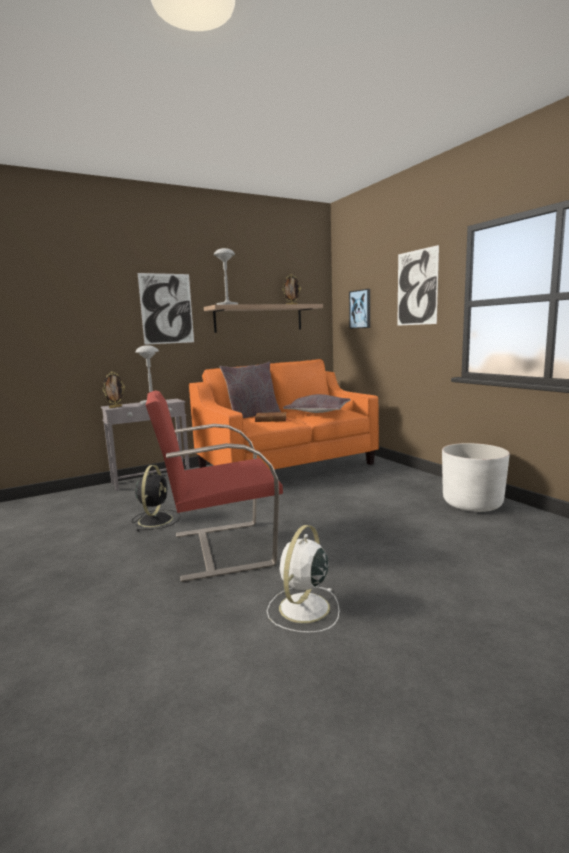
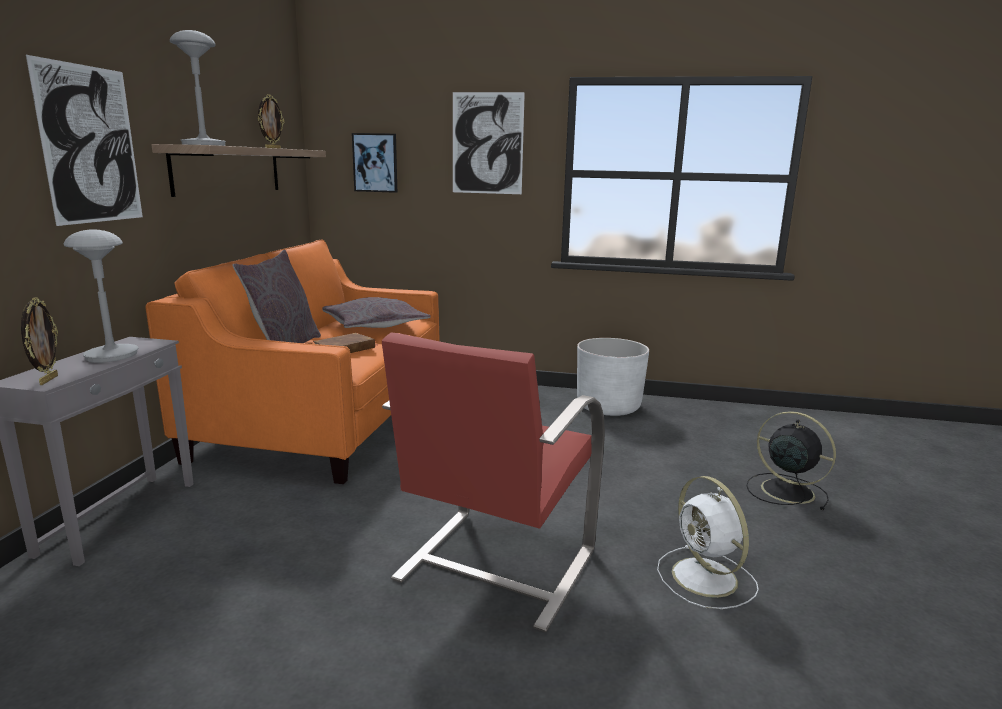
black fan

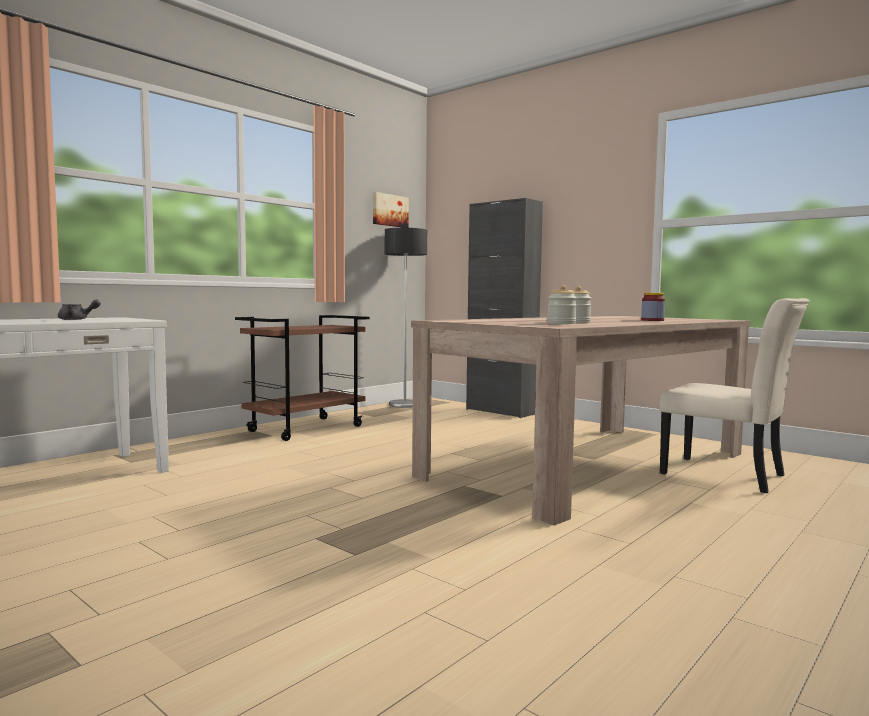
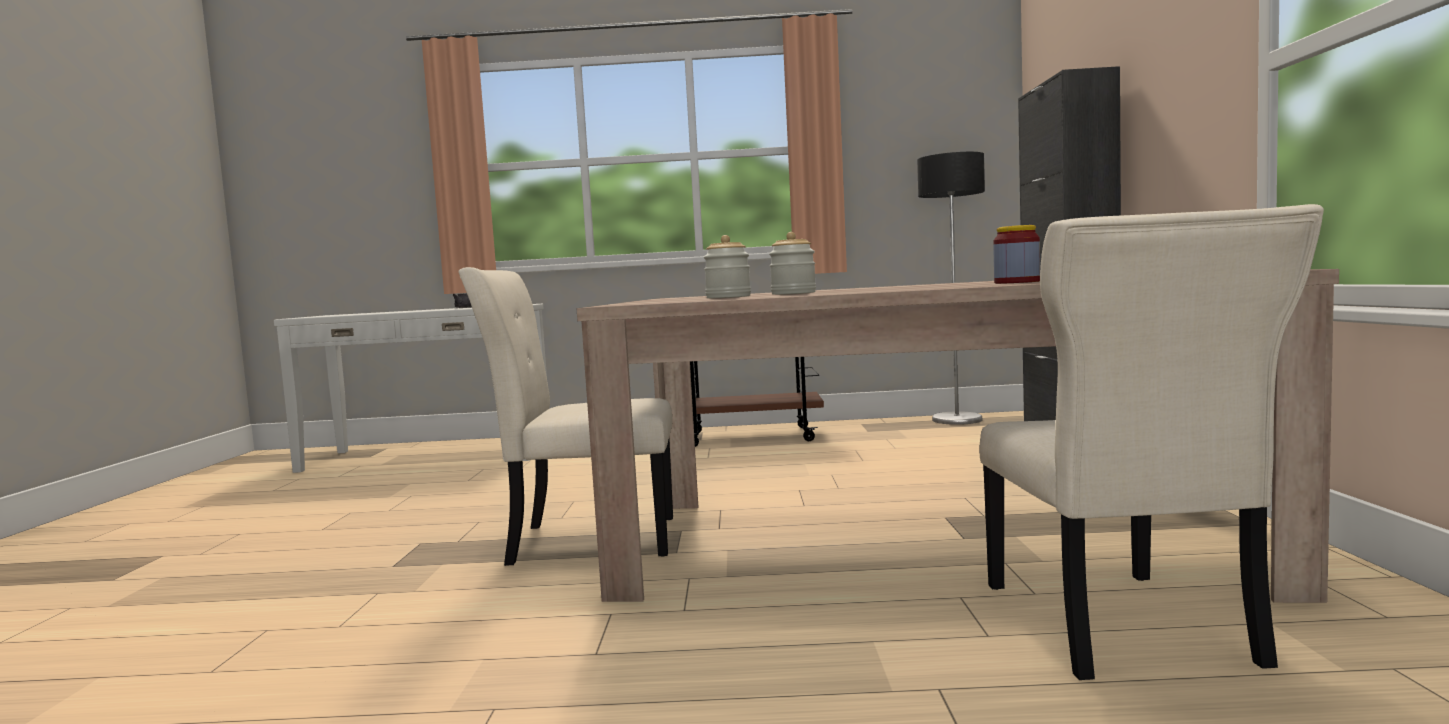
picture
beige chair (1st from left)

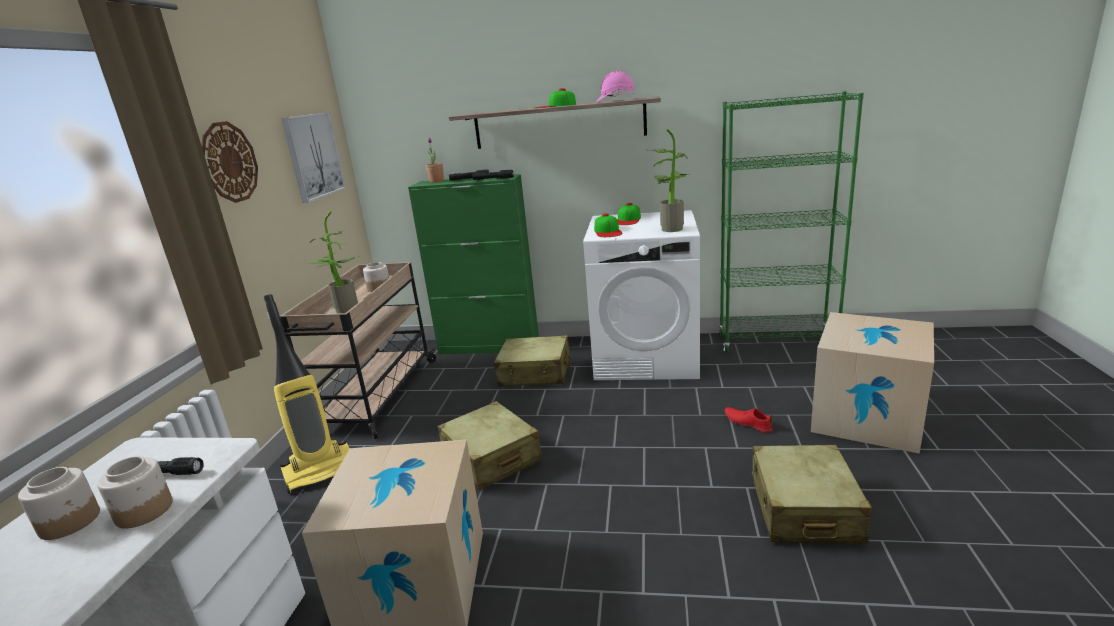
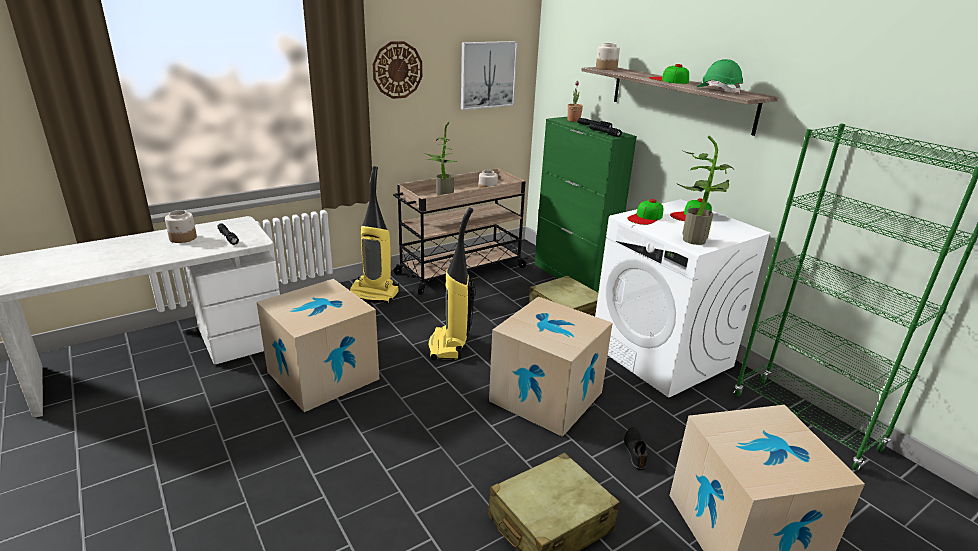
cardboard box (2nd from left)
jar (3rd from left)
vacuum cleaner (2nd from left)
green hard hat
black shoe

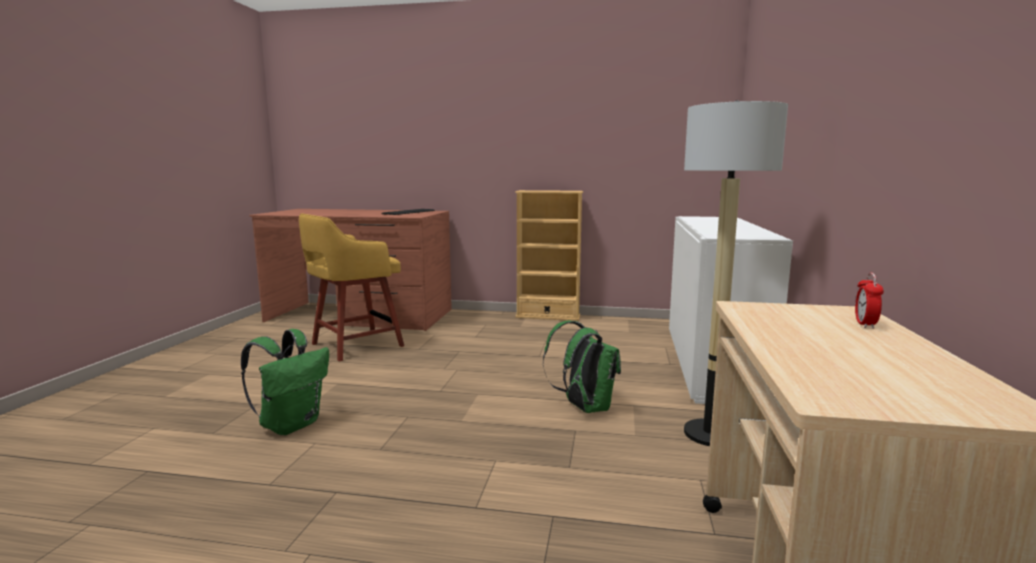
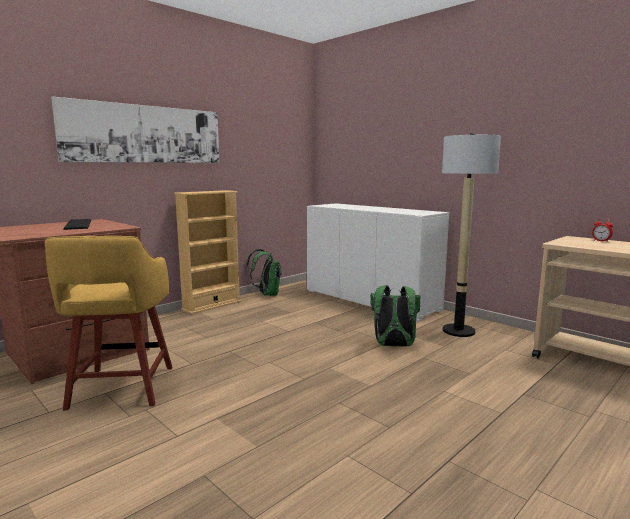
picture
green backpack (1st from left)

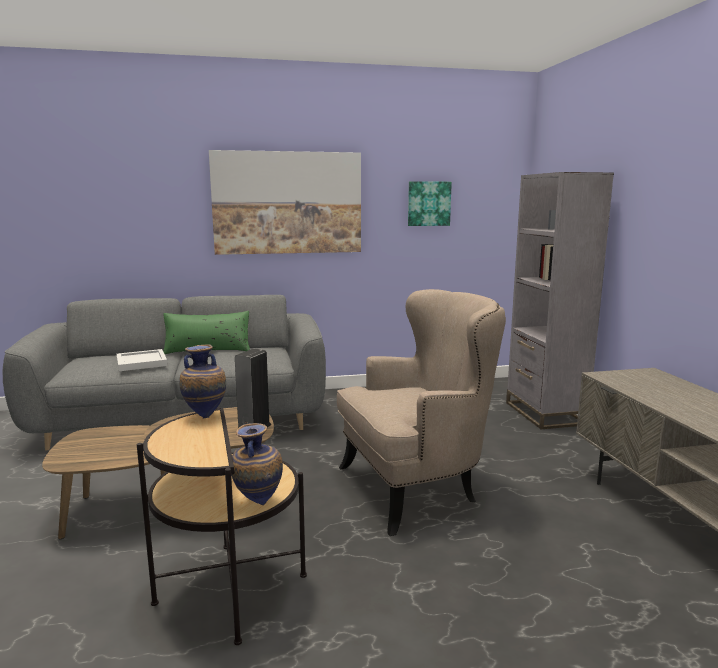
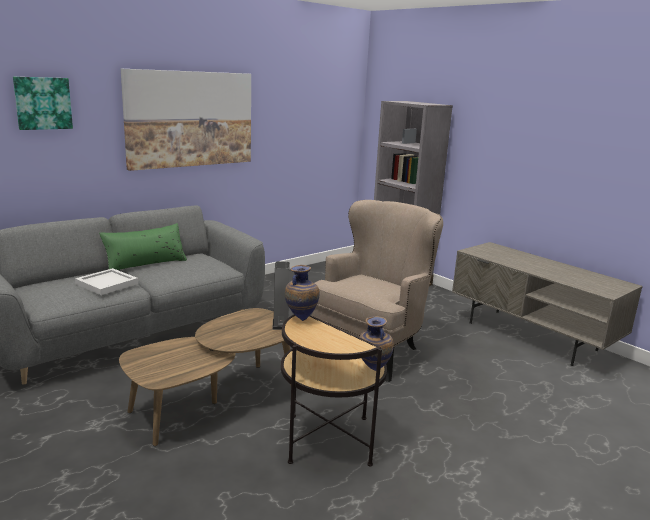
picture (1st from left)

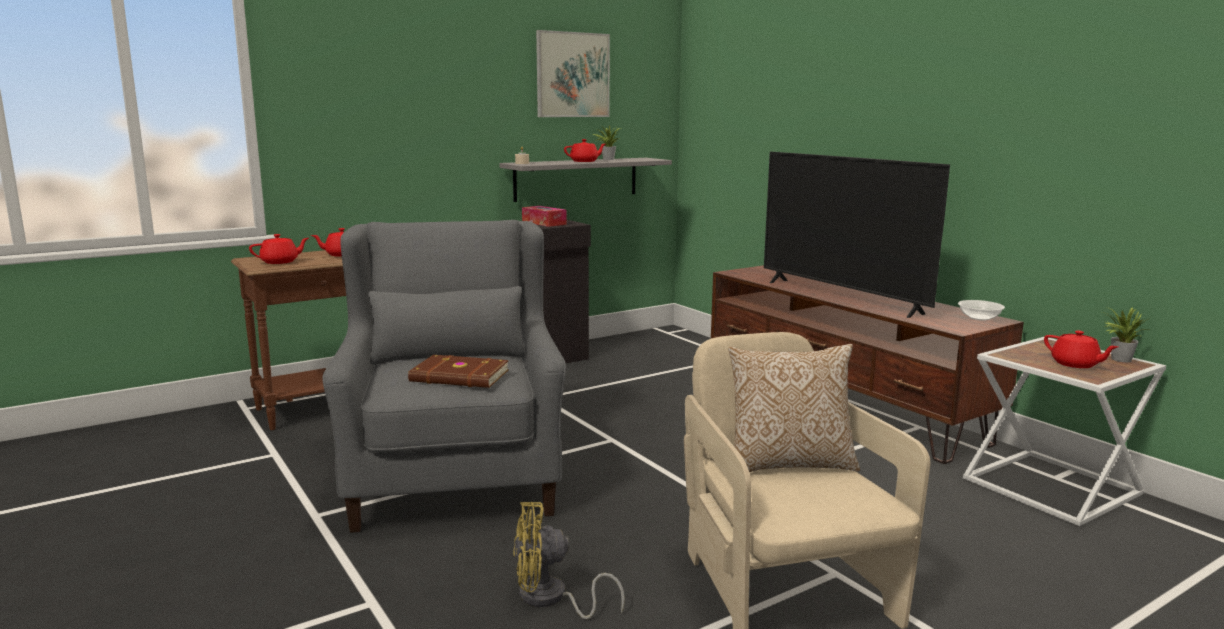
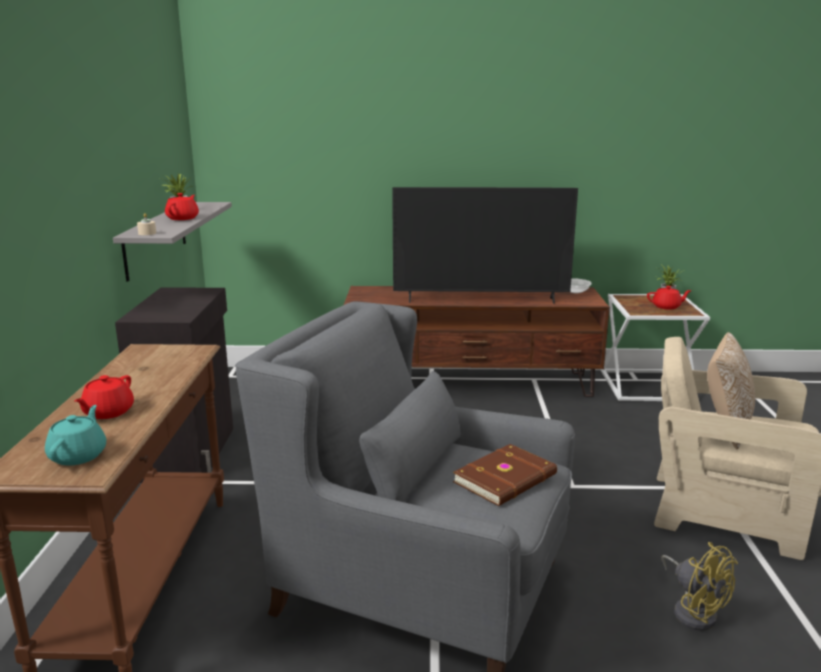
tissue box
picture
turquoise teapot
yellow fan

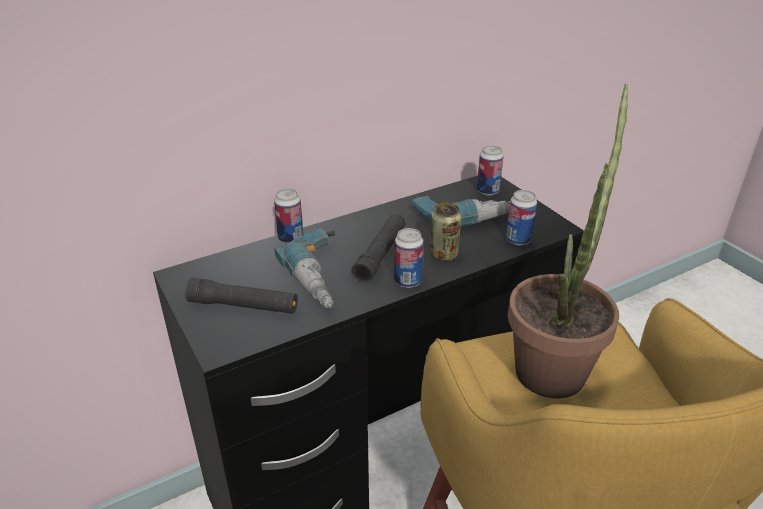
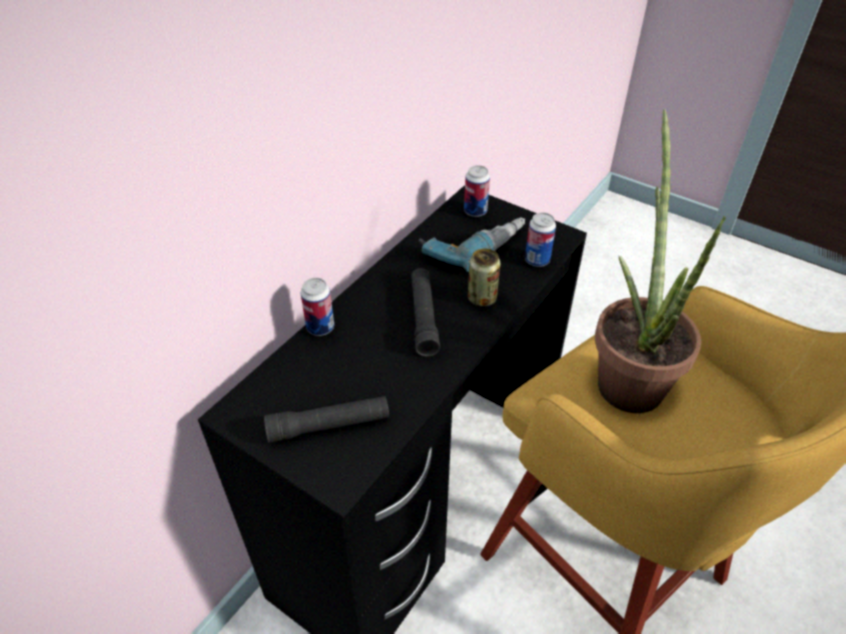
power drill (1st from left in the first image)
can (2nd from left in the first image)

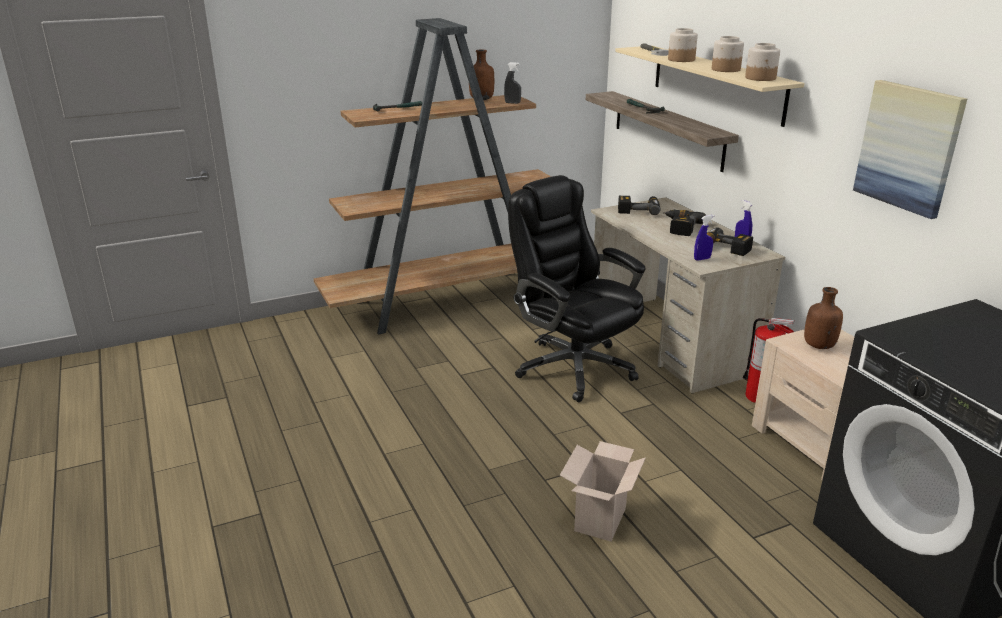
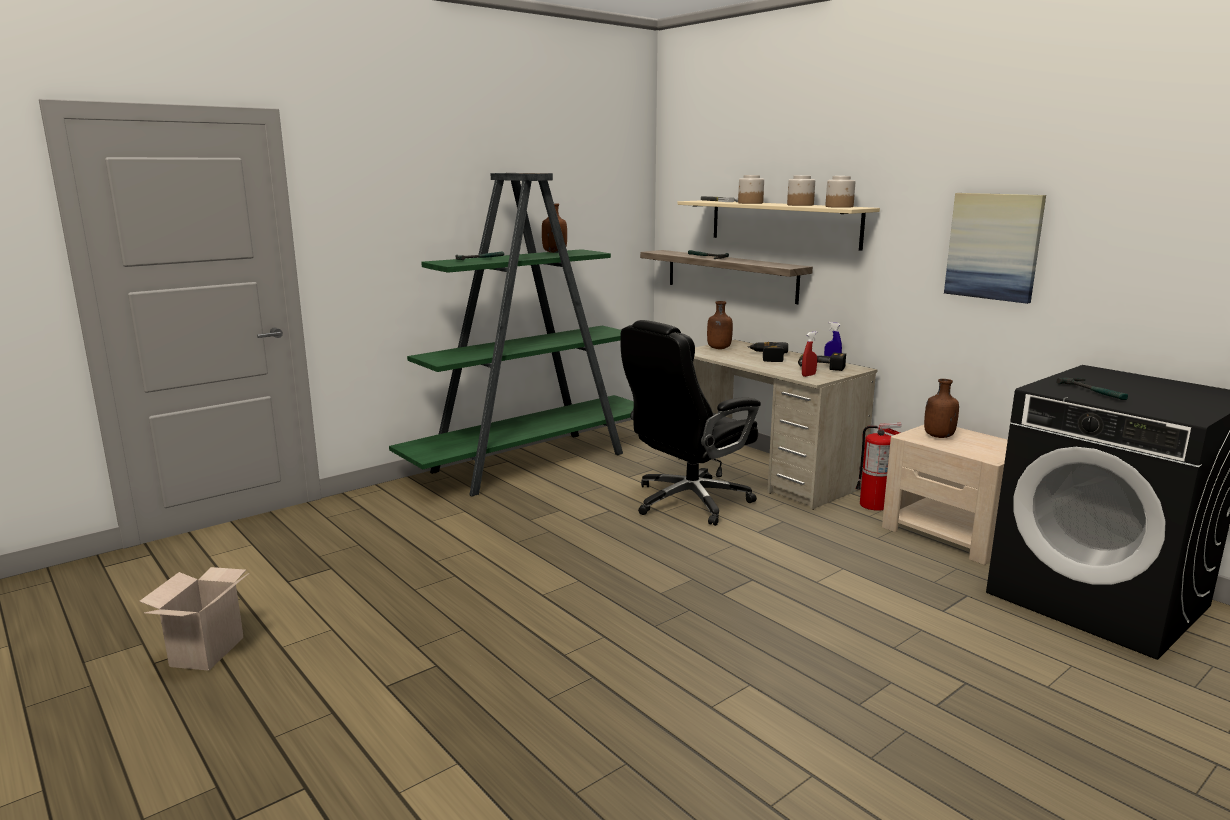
grey spray bottle
hammer (4th from left)
cardboard box
brown bottle (2nd from left)
green bookcase
red spray bottle
black office chair

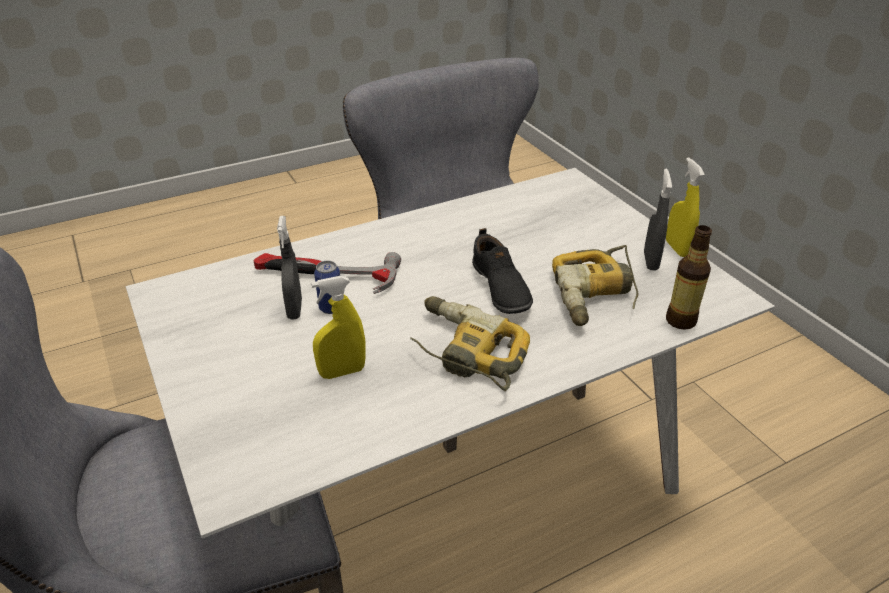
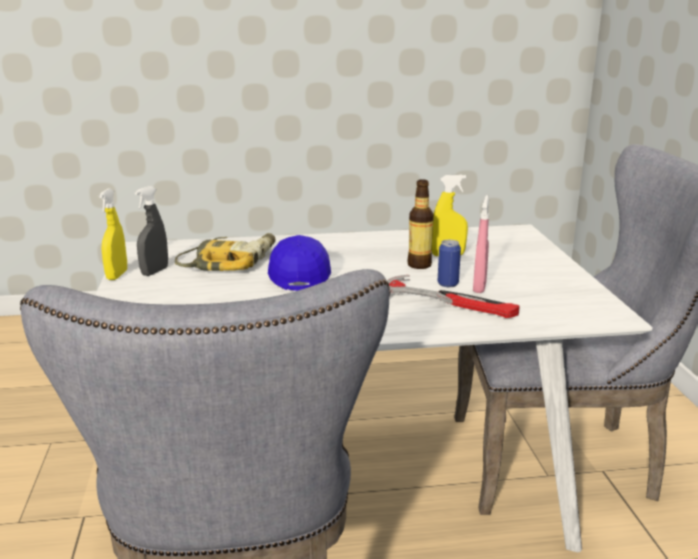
power drill (1st from left in the first image)
bottle
blue cap
pink spray bottle

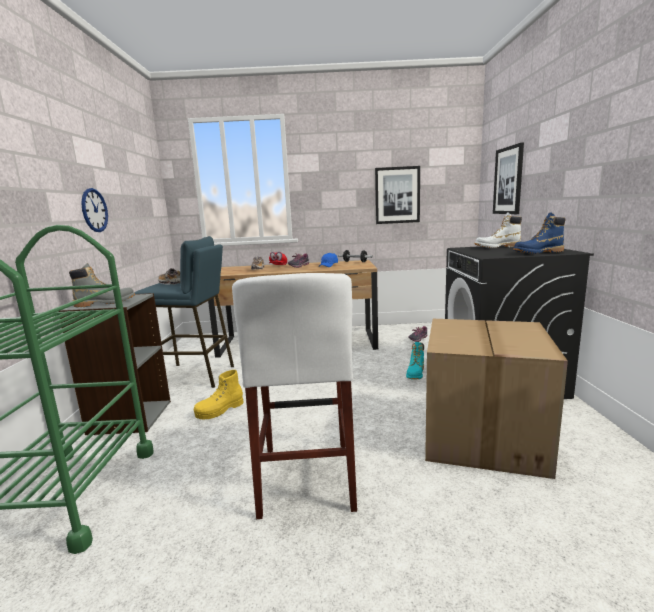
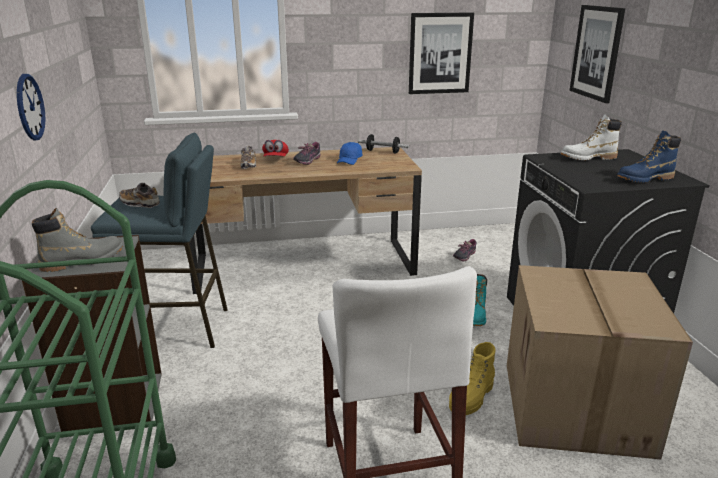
yellow boot

